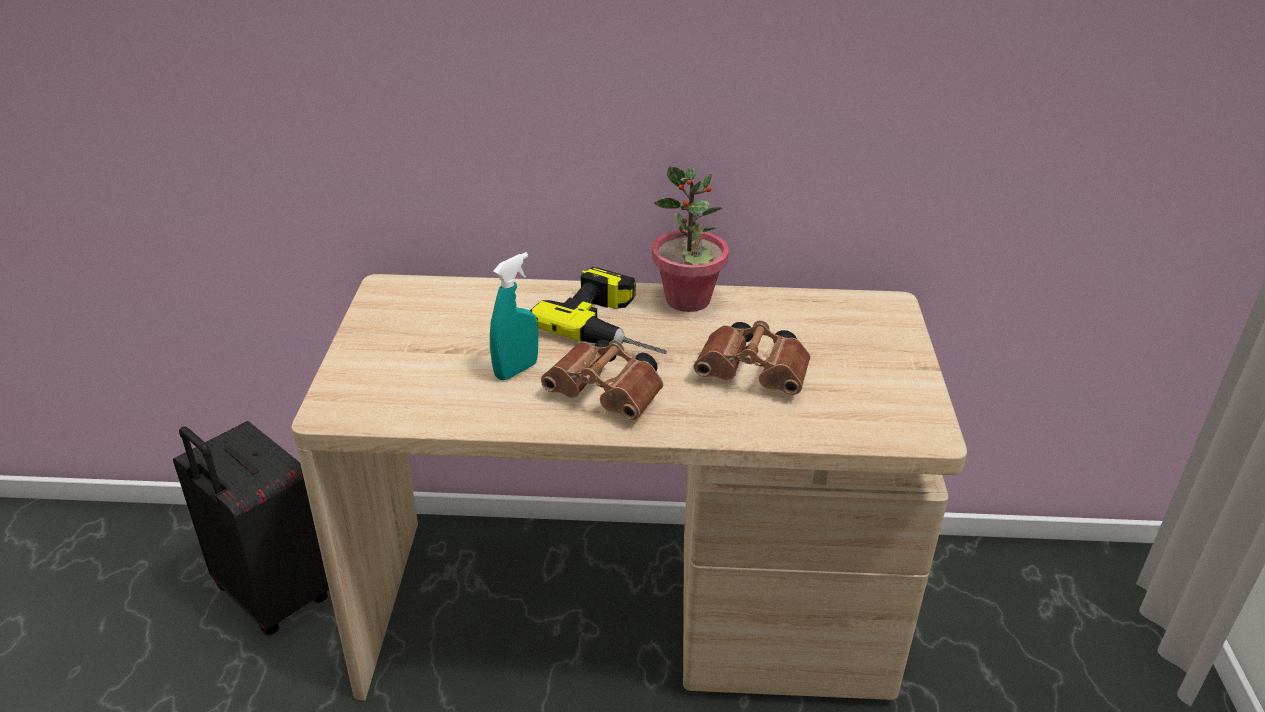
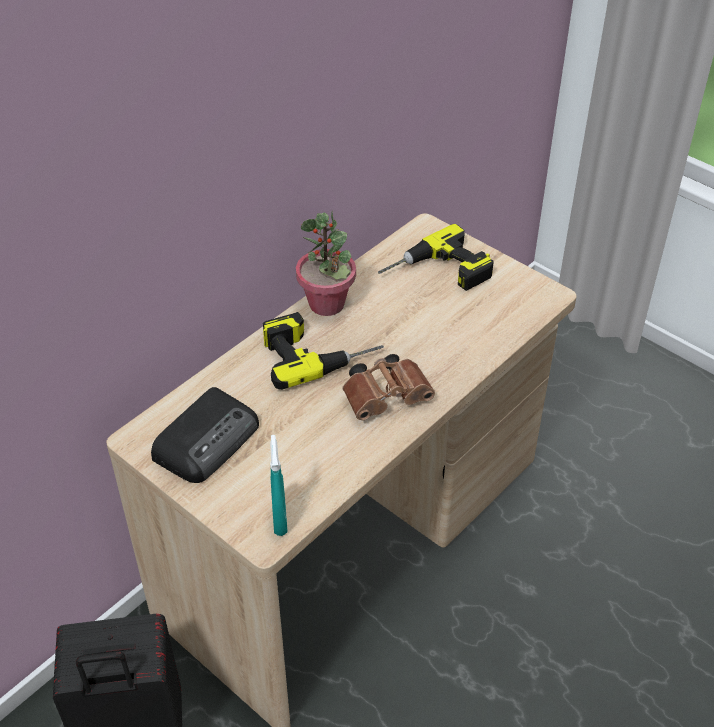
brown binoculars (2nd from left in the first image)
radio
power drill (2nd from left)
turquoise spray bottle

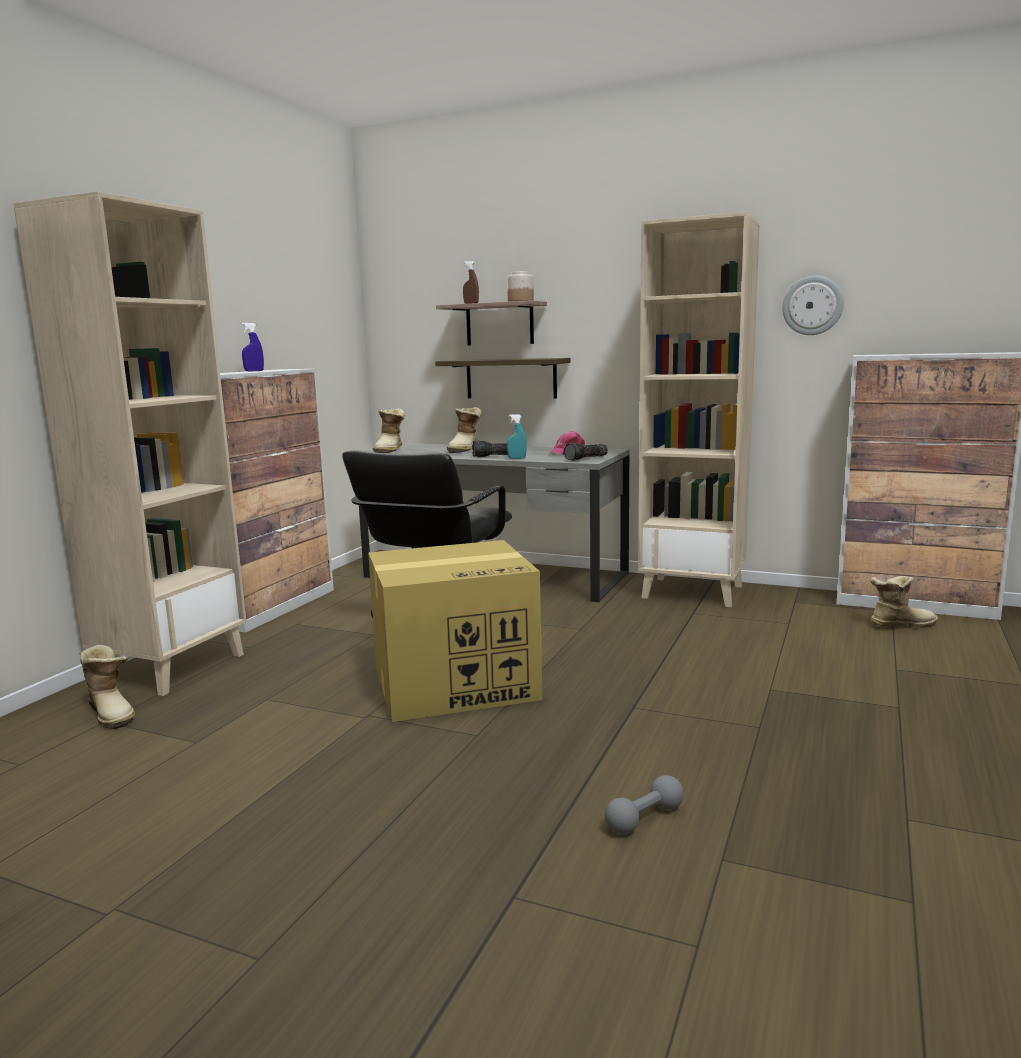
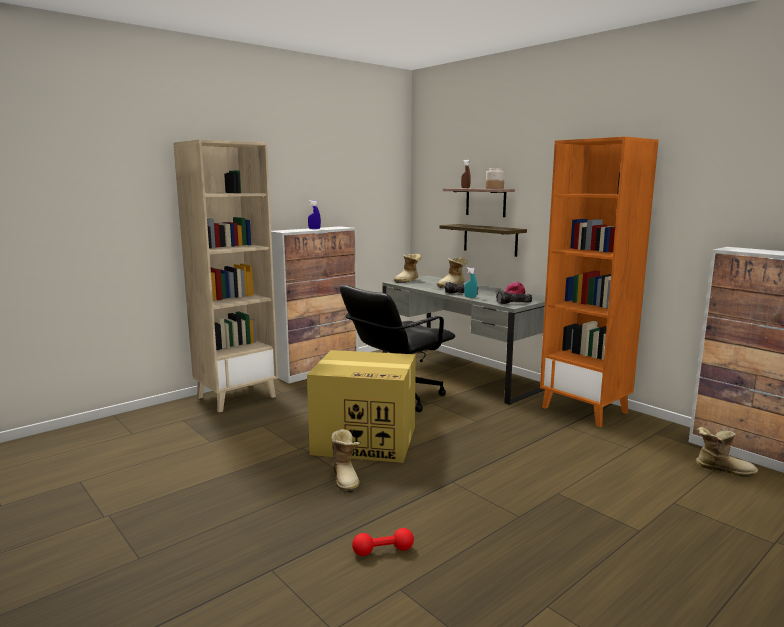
wall clock
boot (1st from left)
red dumbbell
orange bookcase

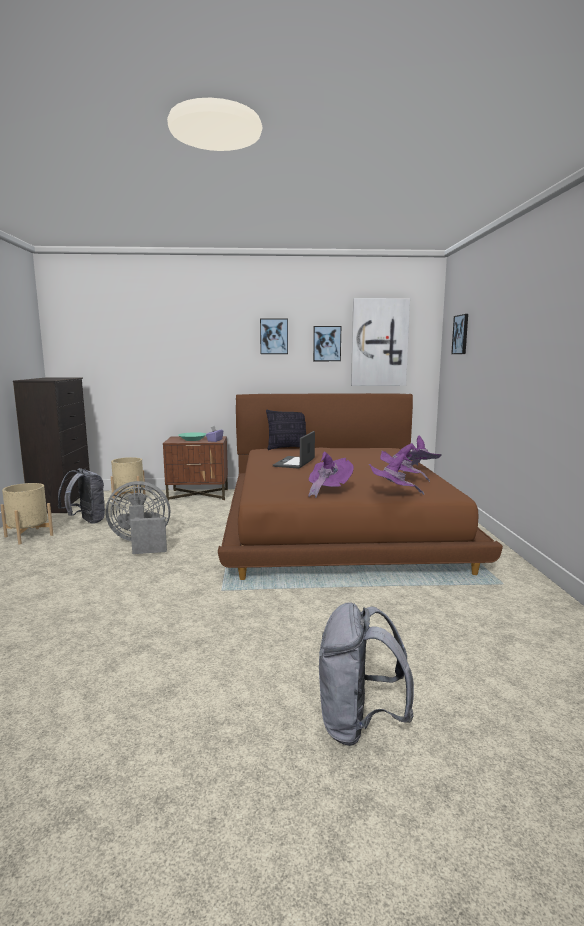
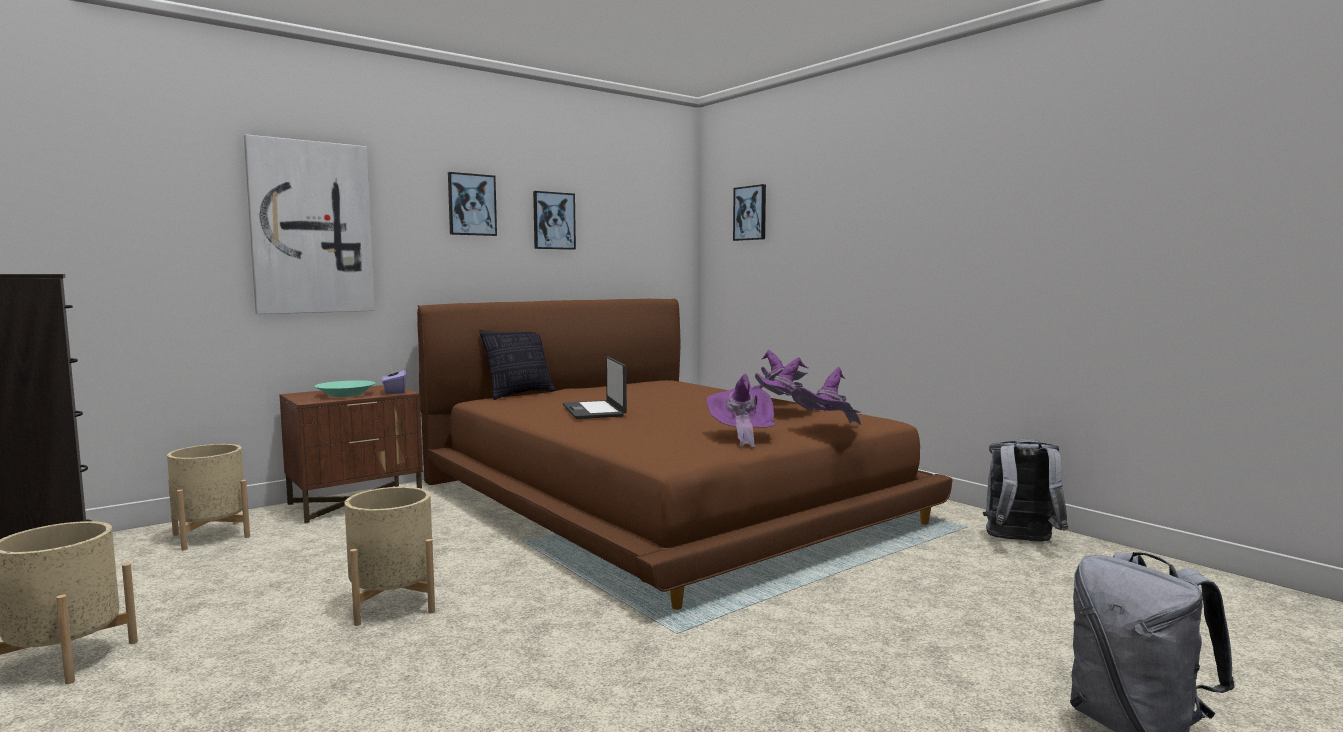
grey backpack (1st from left)
picture (1st from left)
beige planter (3rd from left)

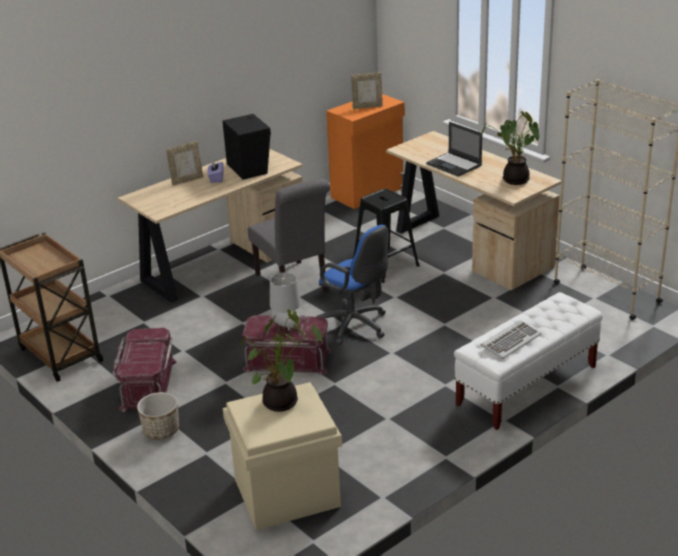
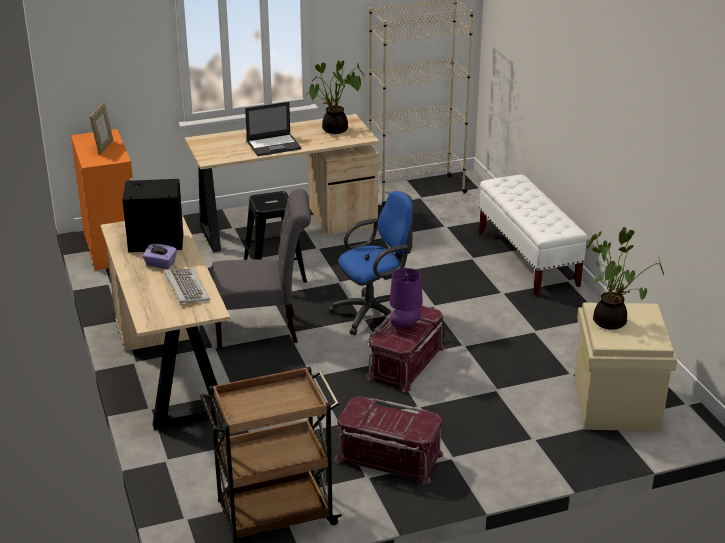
planter
picture frame (1st from left in the first image)
keyboard
purple table lamp

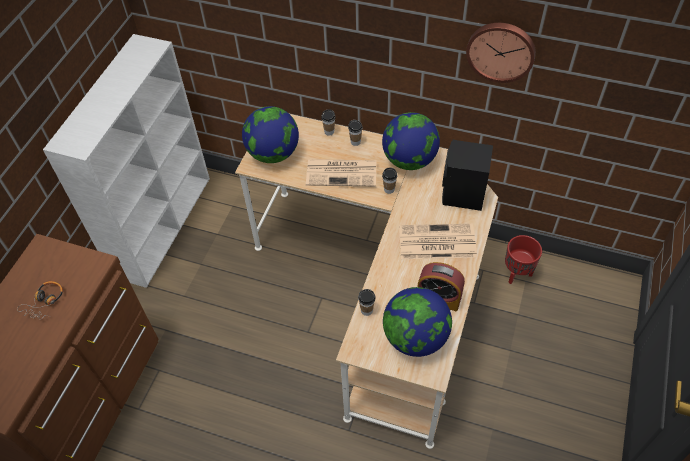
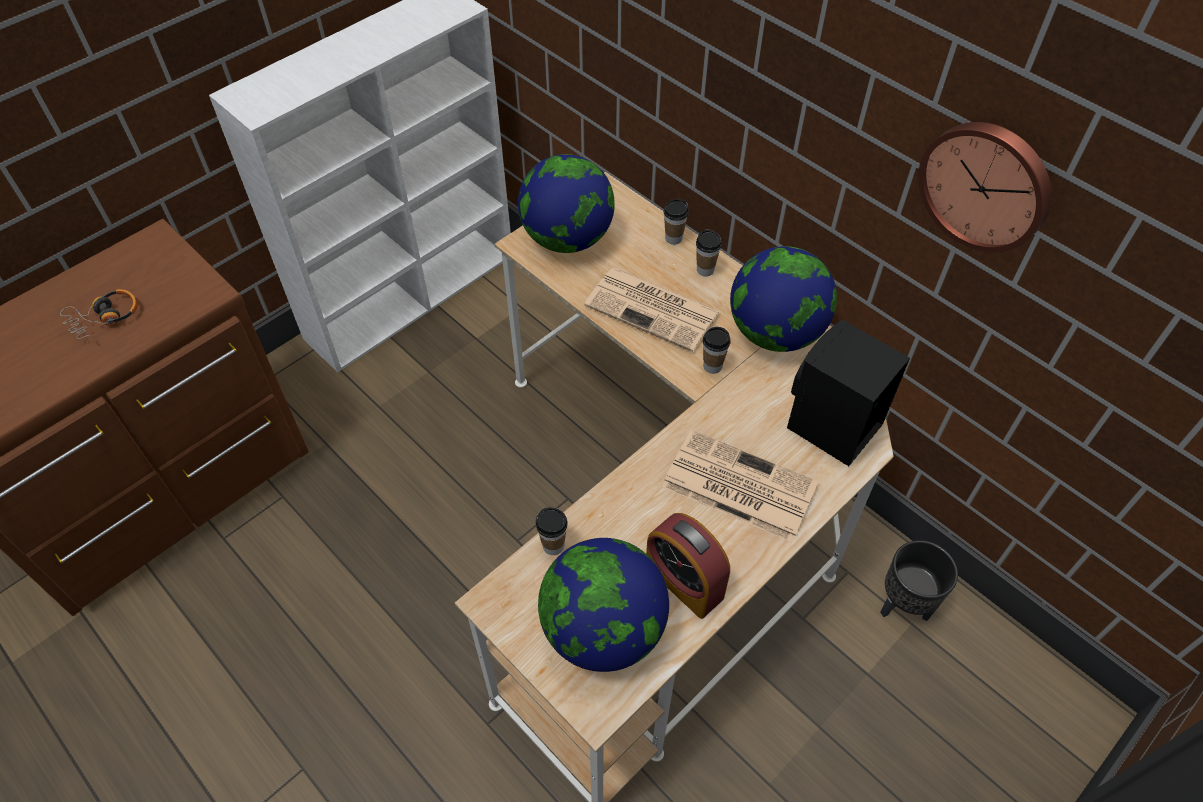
black planter

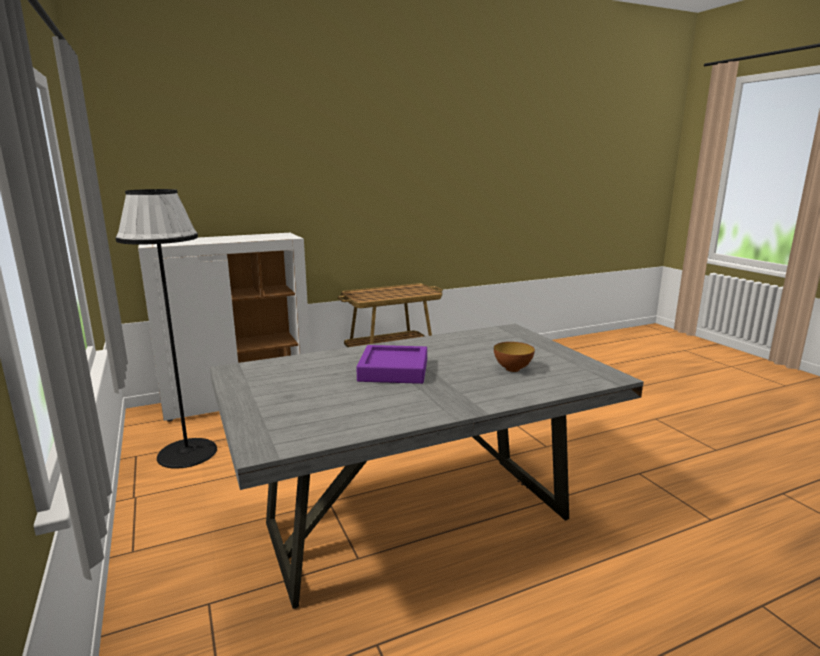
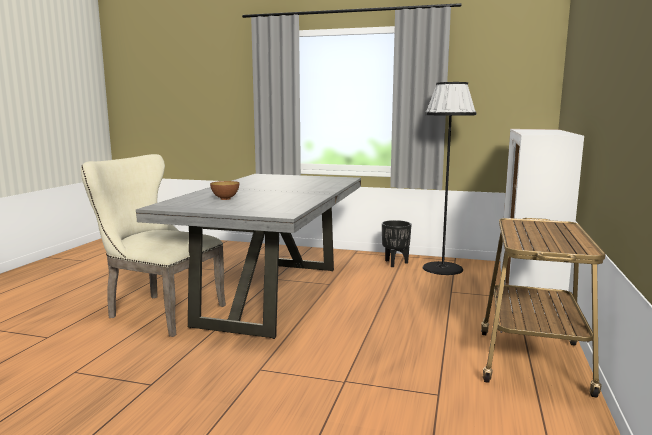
purple tray
beige chair
black planter

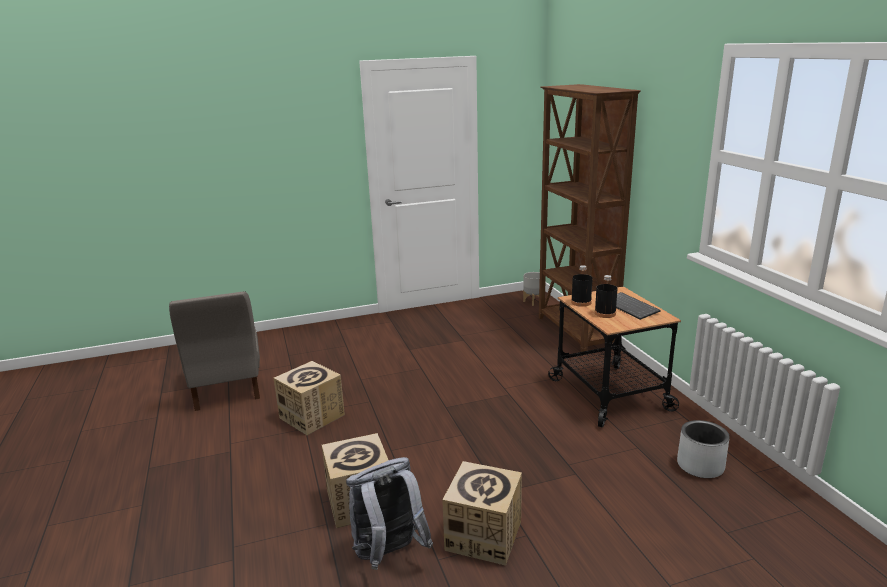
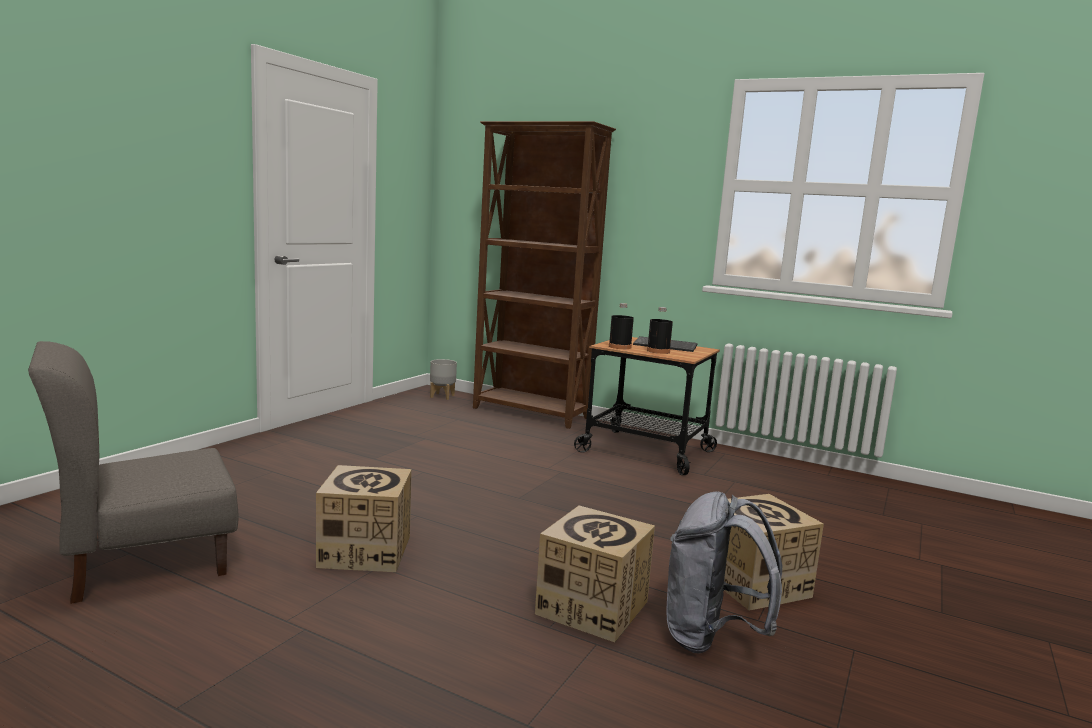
grey planter (2nd from left in the first image)
grey chair

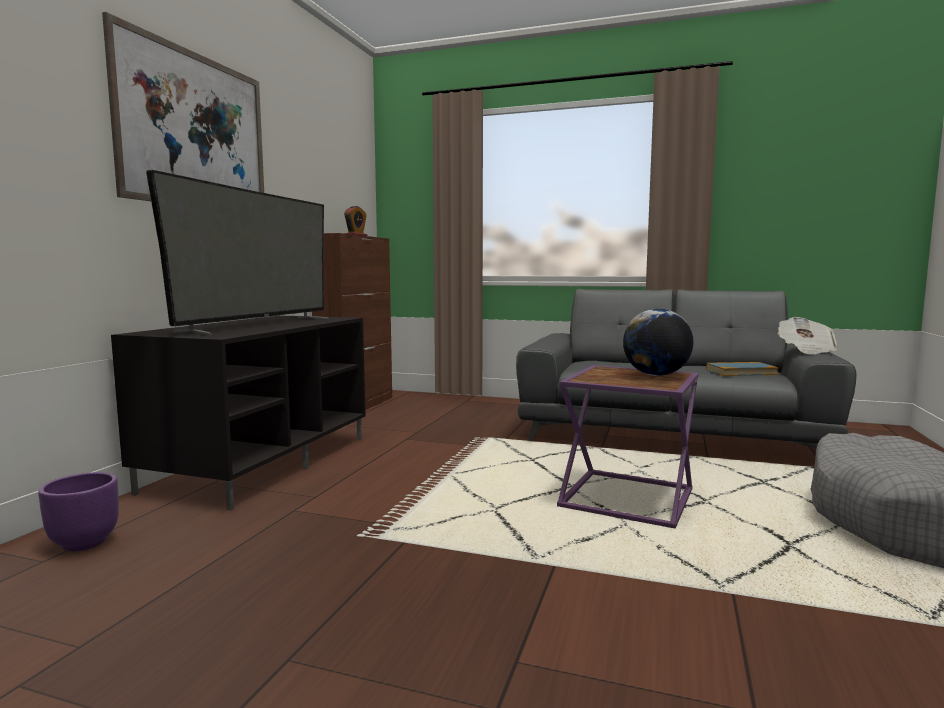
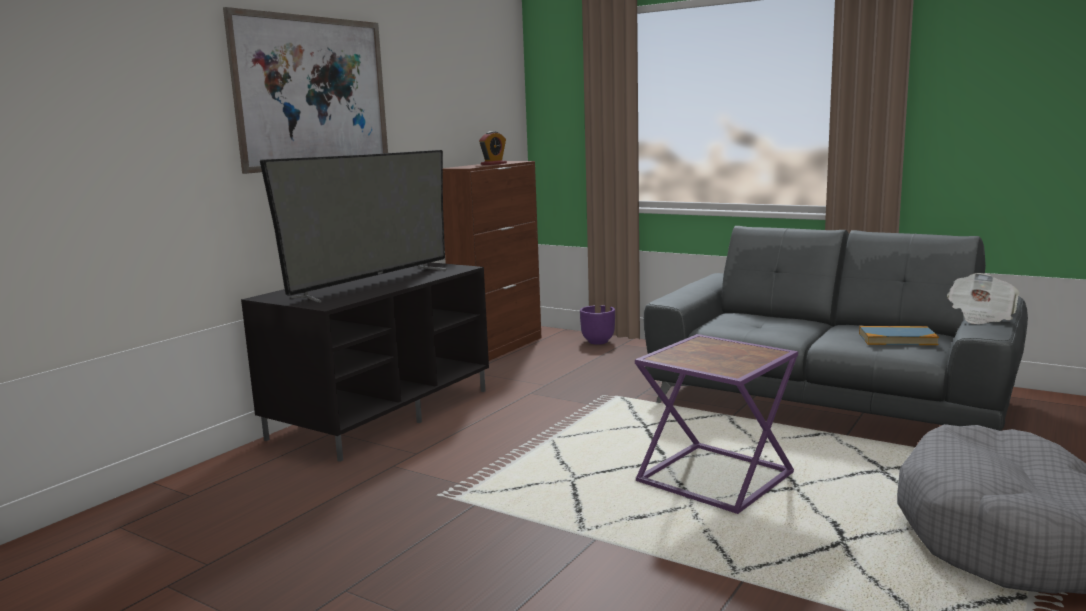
globe
purple planter

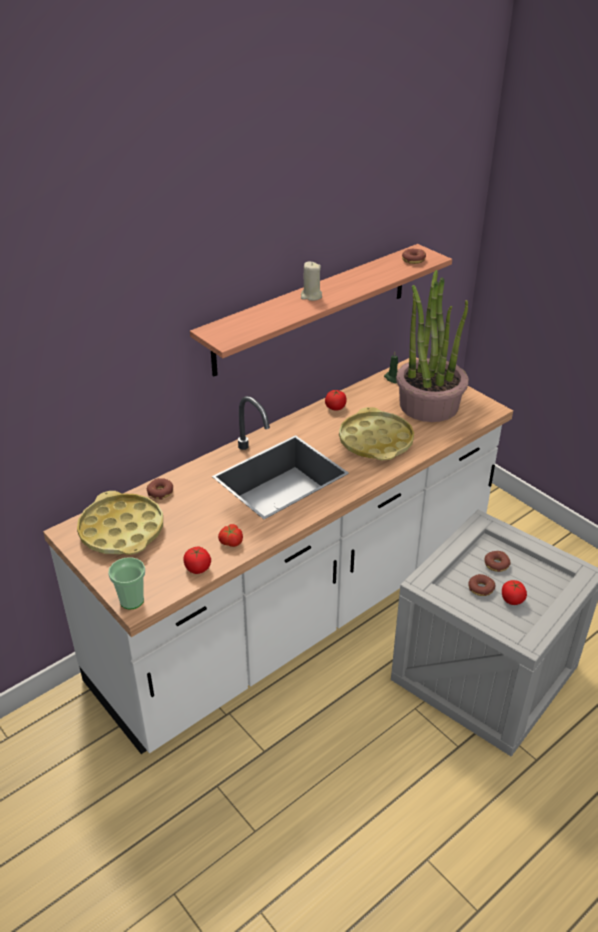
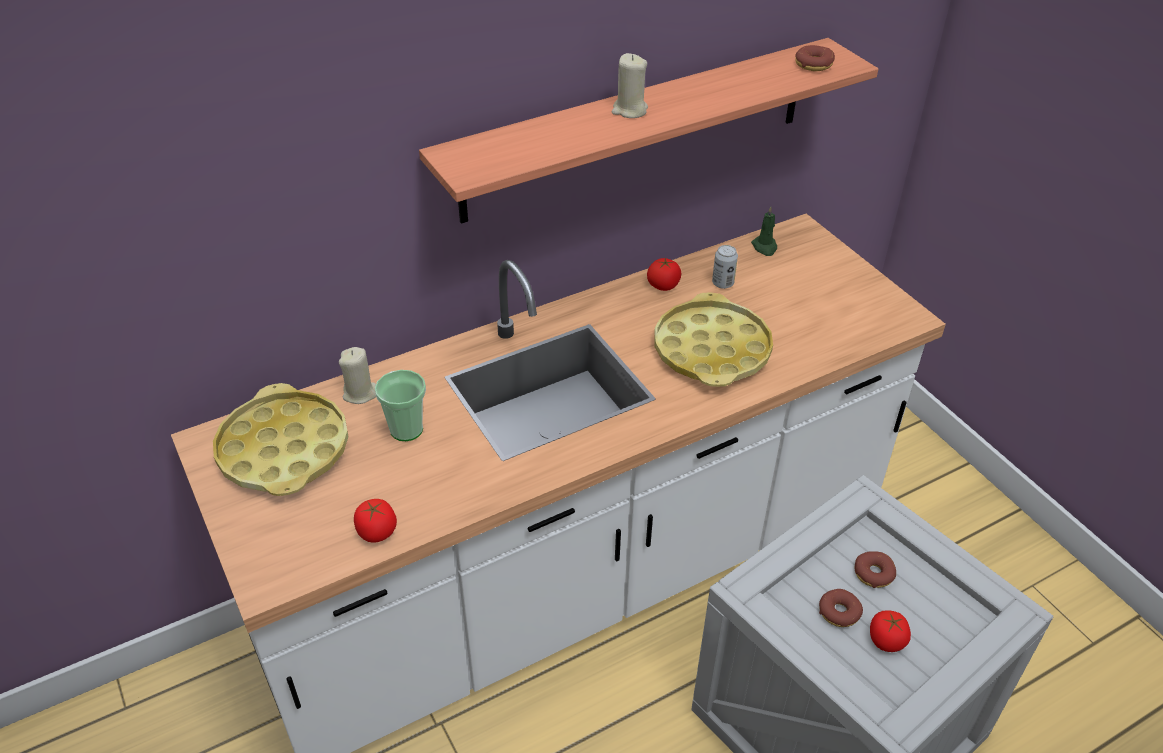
tomato (2nd from left in the first image)
potted plant
can
cup
beige candle (1st from left)

